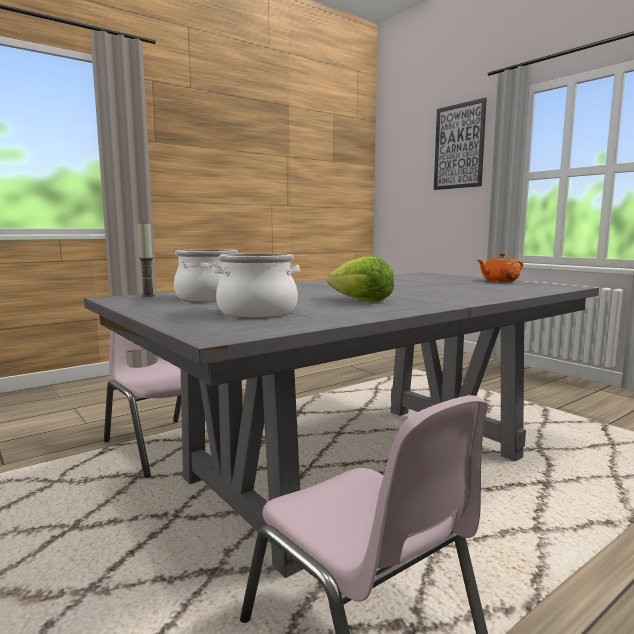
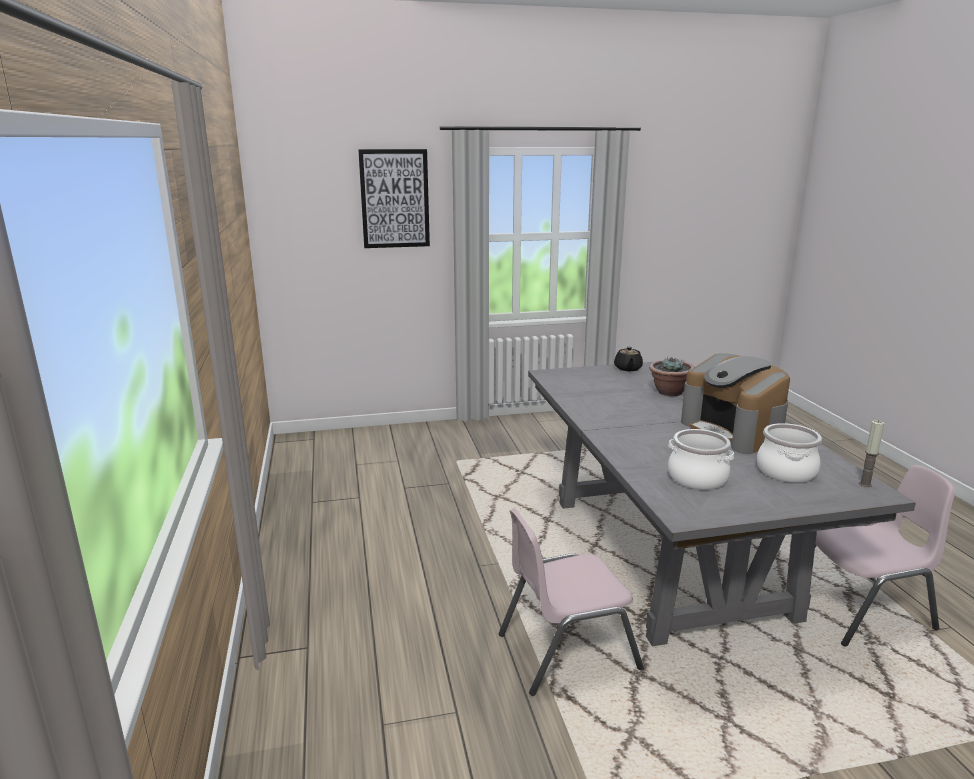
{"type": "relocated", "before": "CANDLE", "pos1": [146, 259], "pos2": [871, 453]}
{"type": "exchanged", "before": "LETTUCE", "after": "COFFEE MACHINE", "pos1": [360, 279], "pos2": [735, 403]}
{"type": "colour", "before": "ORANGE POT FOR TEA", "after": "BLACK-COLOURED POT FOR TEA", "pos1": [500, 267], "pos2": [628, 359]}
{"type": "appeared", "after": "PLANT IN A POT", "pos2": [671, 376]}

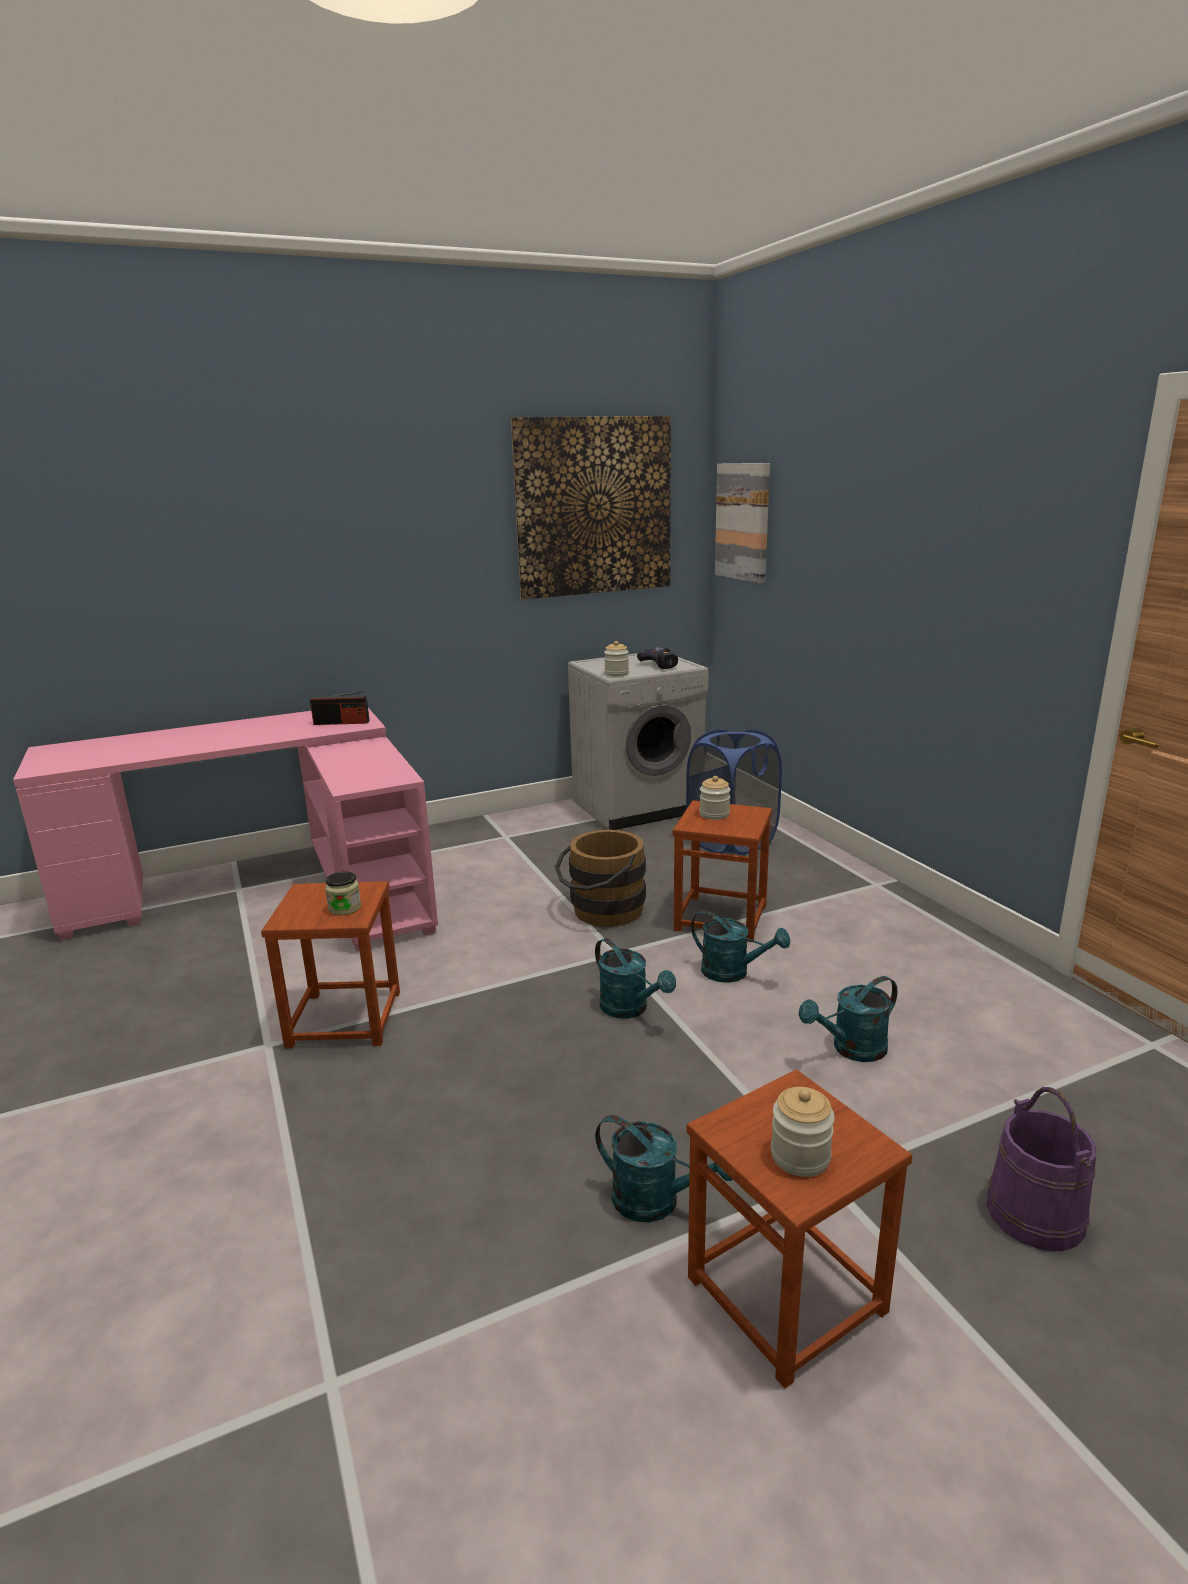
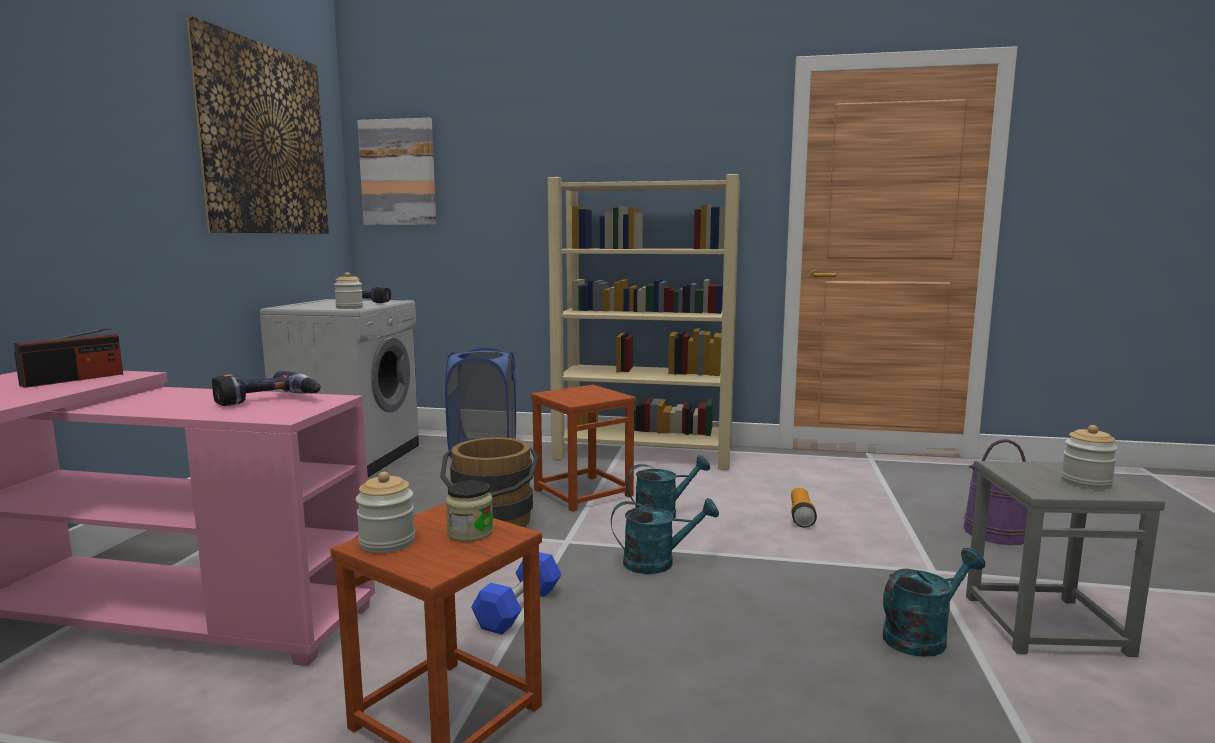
{"type": "colour", "before": "BROWN STOOL", "after": "GREYISH STOOL", "pos1": [799, 1228], "pos2": [1065, 559]}
{"type": "relocated", "before": "JAR", "pos1": [715, 798], "pos2": [385, 512]}
{"type": "exchanged", "before": "TURQUOISE WATERING POT", "after": "FLASHLIGHT", "pos1": [848, 1019], "pos2": [804, 508]}
{"type": "appeared", "after": "DRILL", "pos2": [266, 388]}
{"type": "appeared", "after": "BLUE HAND WEIGHT", "pos2": [516, 593]}
{"type": "appeared", "after": "BEIGE BOOKCASE", "pos2": [644, 322]}

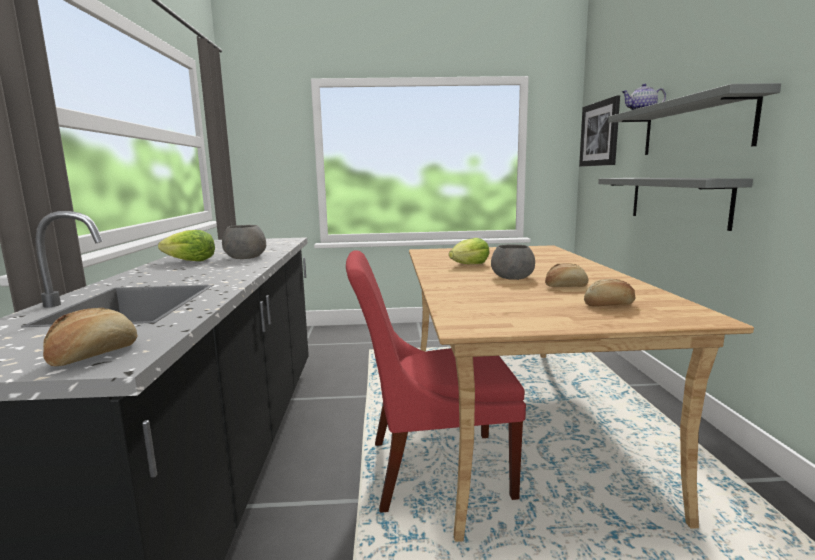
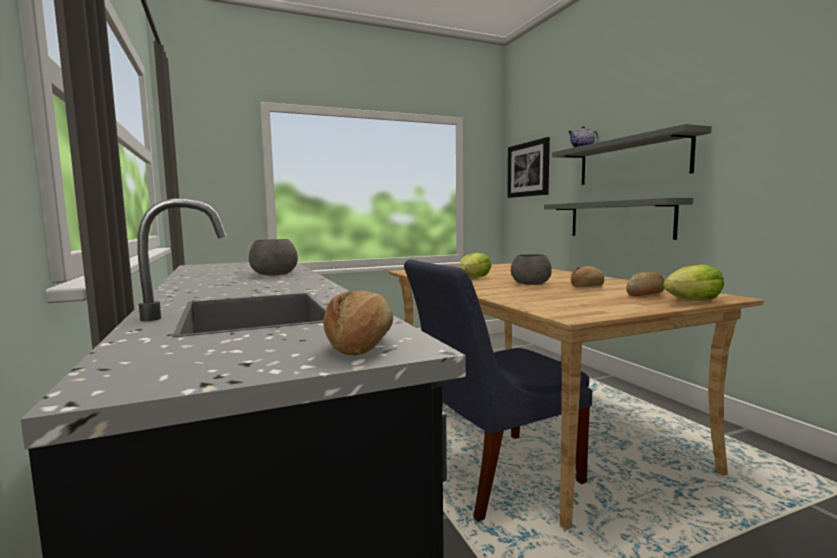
{"type": "relocated", "before": "LETTUCE", "pos1": [186, 245], "pos2": [693, 282]}
{"type": "colour", "before": "REDDISH CHAIR", "after": "BLUE CHAIR", "pos1": [436, 381], "pos2": [498, 391]}

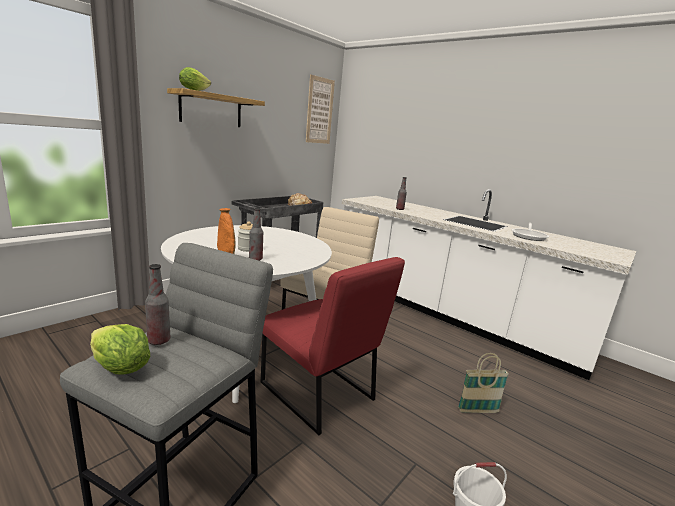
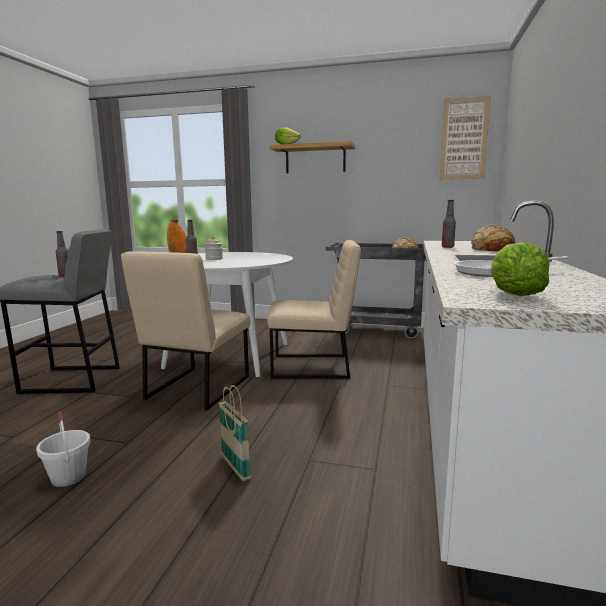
{"type": "relocated", "before": "LETTUCE", "pos1": [120, 349], "pos2": [520, 269]}
{"type": "colour", "before": "REDDISH CHAIR", "after": "BEIGE CHAIR", "pos1": [333, 346], "pos2": [185, 331]}
{"type": "appeared", "after": "BREAD", "pos2": [493, 238]}

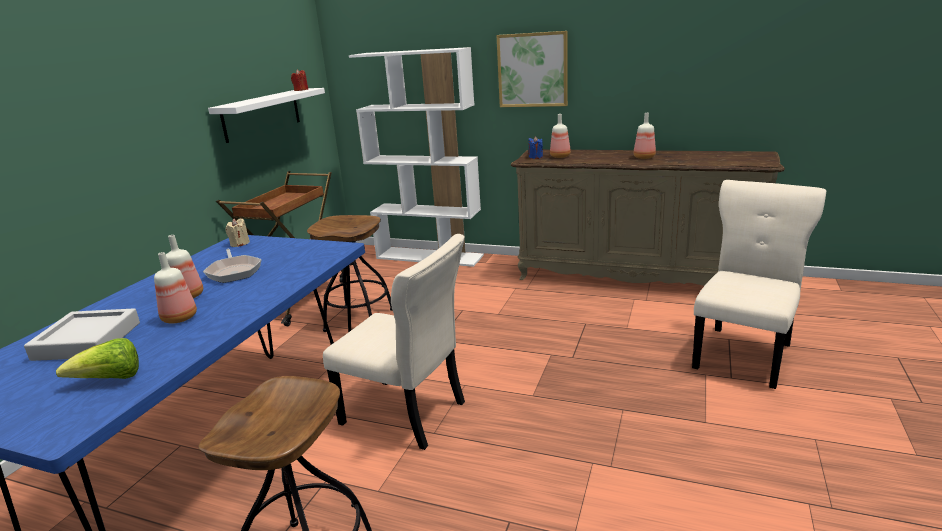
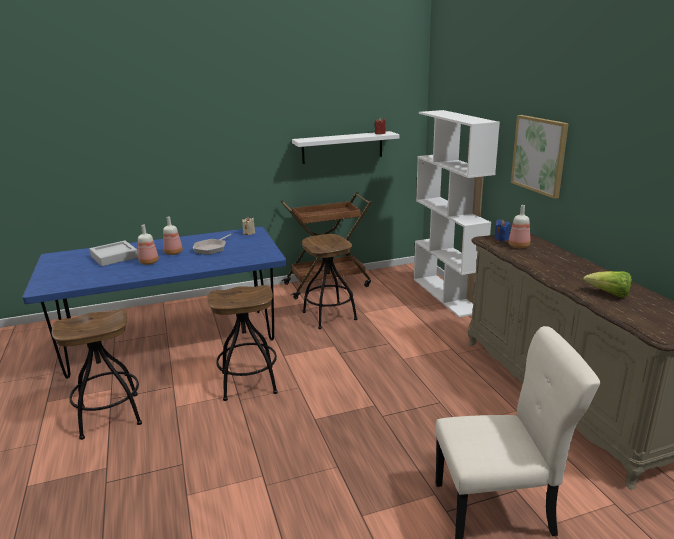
{"type": "relocated", "before": "LETTUCE", "pos1": [97, 358], "pos2": [607, 284]}
{"type": "exchanged", "before": "BEIGE CHAIR", "after": "BROWN STOOL", "pos1": [394, 342], "pos2": [243, 343]}
{"type": "missing", "before": "BOTTLE", "pos1": [644, 136]}

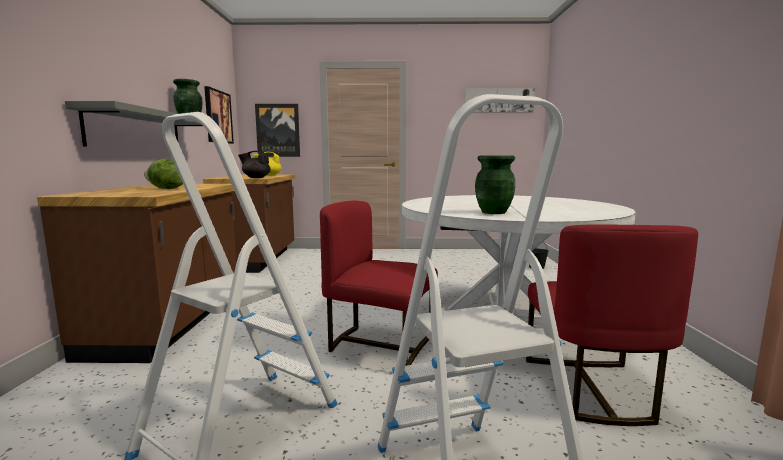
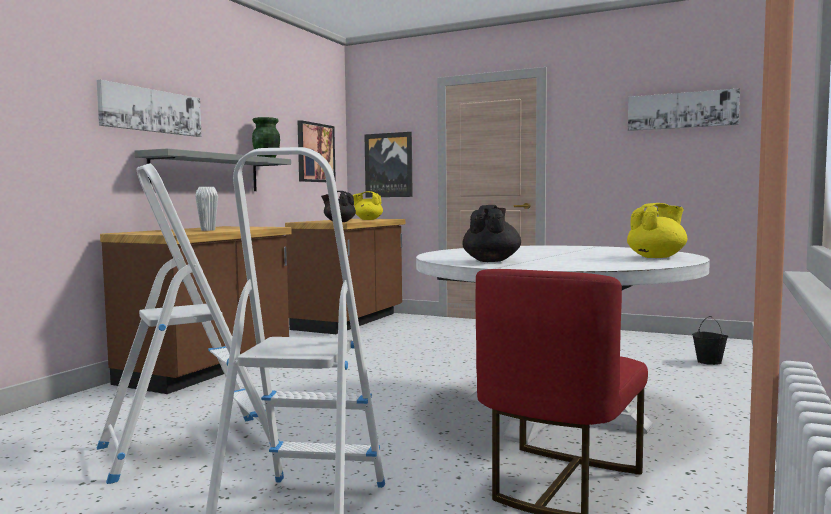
{"type": "exchanged", "before": "LETTUCE", "after": "WHITE FLOWER VASE", "pos1": [163, 174], "pos2": [206, 209]}
{"type": "missing", "before": "REDDISH CHAIR", "pos1": [379, 283]}
{"type": "exchanged", "before": "GREEN-COLOURED FLOWER VASE", "after": "BLACK-COLOURED POT FOR TEA", "pos1": [495, 185], "pos2": [492, 233]}
{"type": "appeared", "after": "PICTURE", "pos2": [149, 108]}
{"type": "appeared", "after": "YELLOWISH POT FOR TEA", "pos2": [657, 230]}

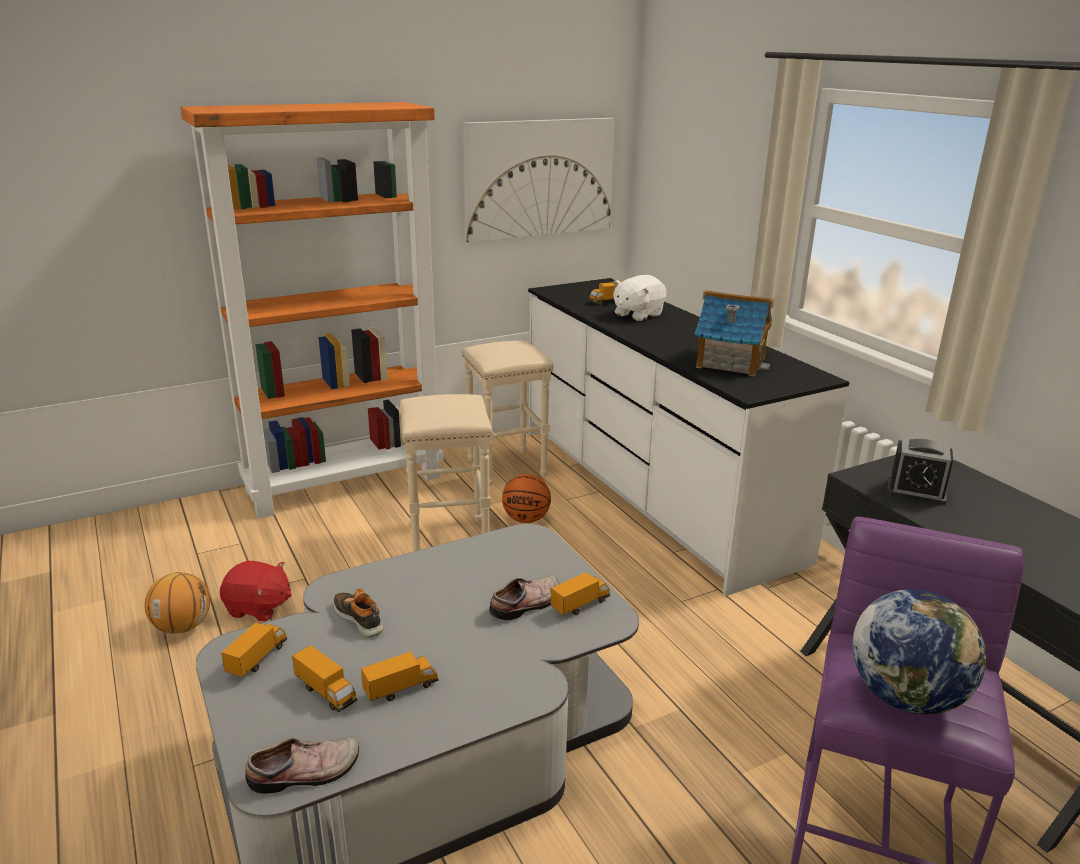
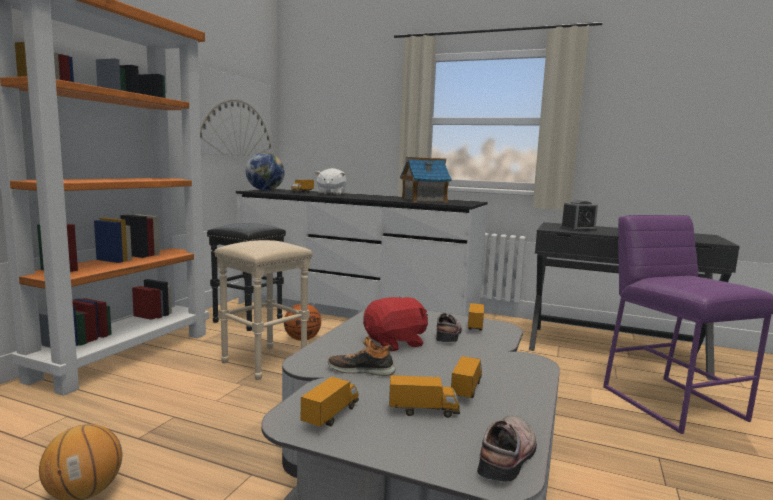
{"type": "relocated", "before": "REDDISH PLUSH TOY", "pos1": [256, 591], "pos2": [395, 324]}
{"type": "spun", "before": "TOY LORRY", "pos1": [254, 649], "pos2": [330, 402], "turn": 45}
{"type": "colour", "before": "BEIGE STOOL", "after": "BLACK-COLOURED STOOL", "pos1": [507, 413], "pos2": [246, 277]}
{"type": "relocated", "before": "DESK GLOBE", "pos1": [919, 652], "pos2": [265, 172]}

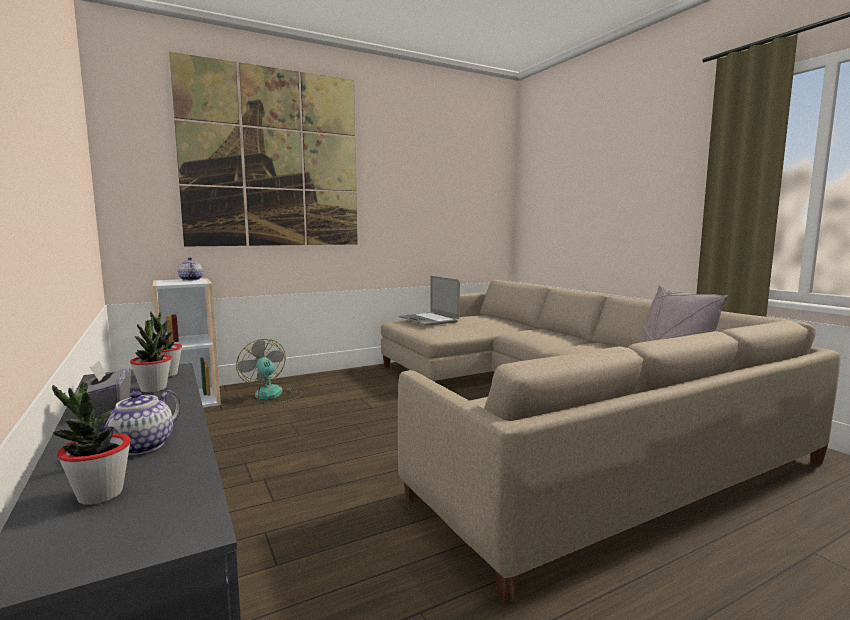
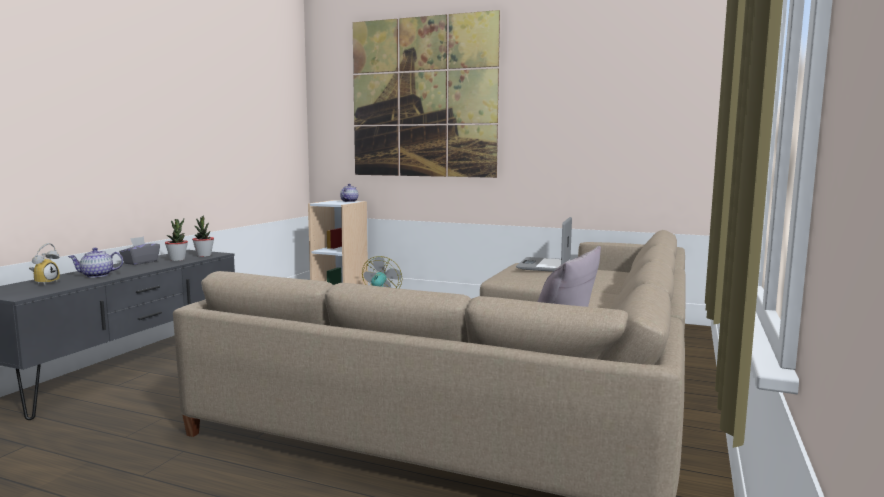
{"type": "exchanged", "before": "PLANT IN A POT", "after": "BEDSIDE CLOCK", "pos1": [91, 443], "pos2": [44, 264]}

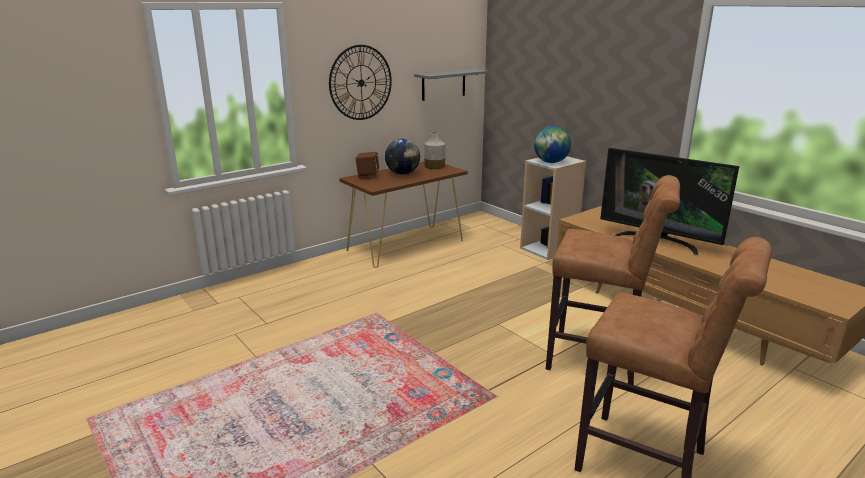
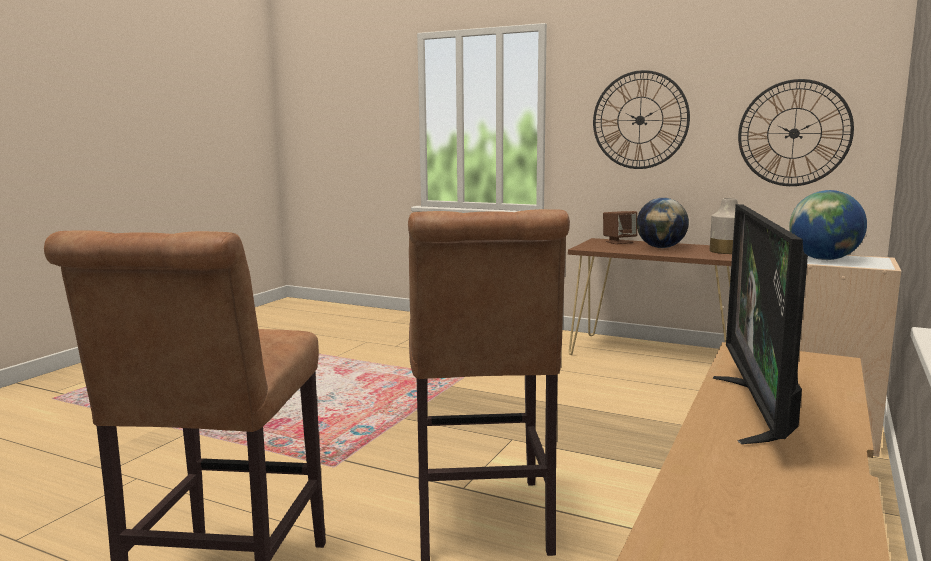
{"type": "exchanged", "before": "GREYISH SHELF", "after": "CLOCK ON THE WALL", "pos1": [451, 85], "pos2": [796, 132]}

